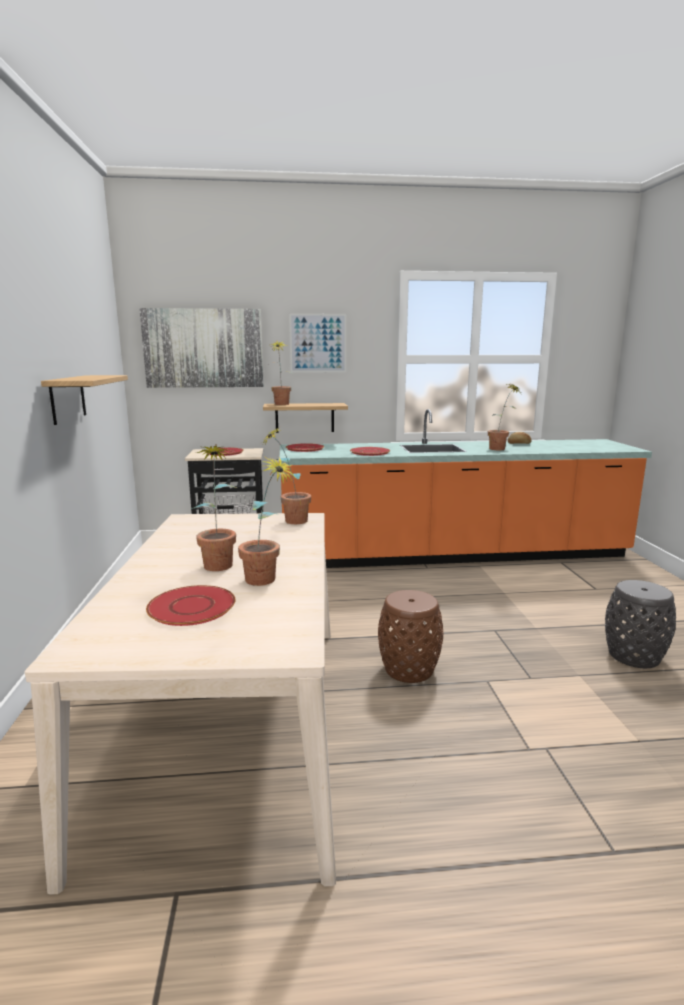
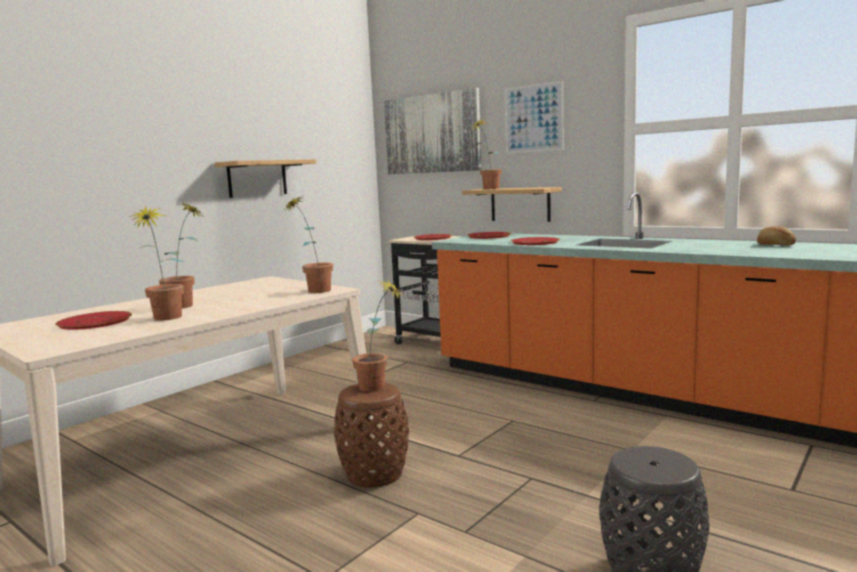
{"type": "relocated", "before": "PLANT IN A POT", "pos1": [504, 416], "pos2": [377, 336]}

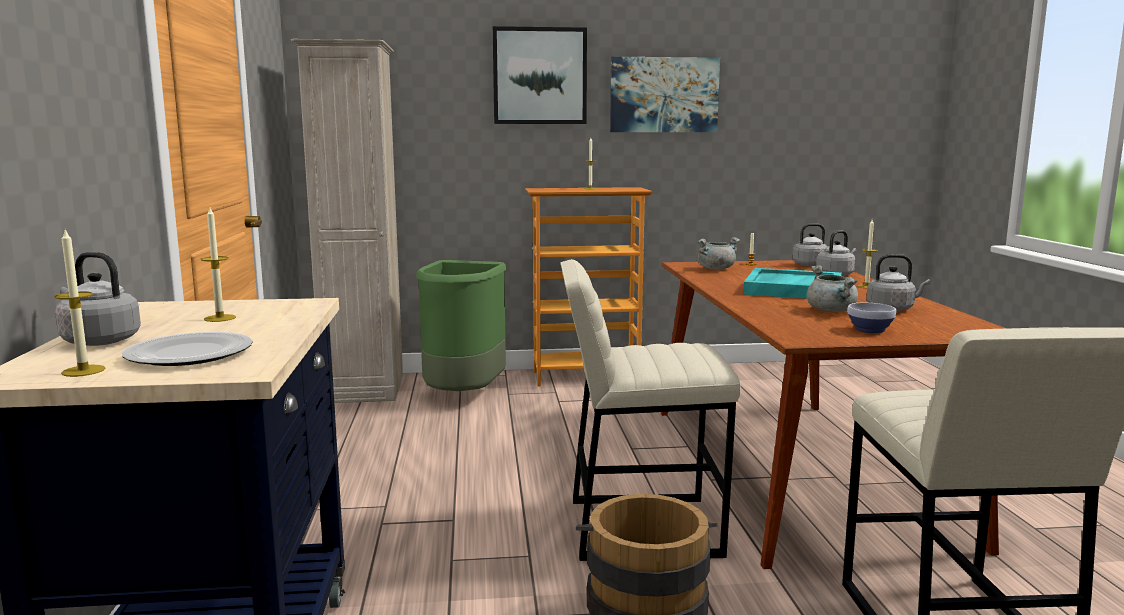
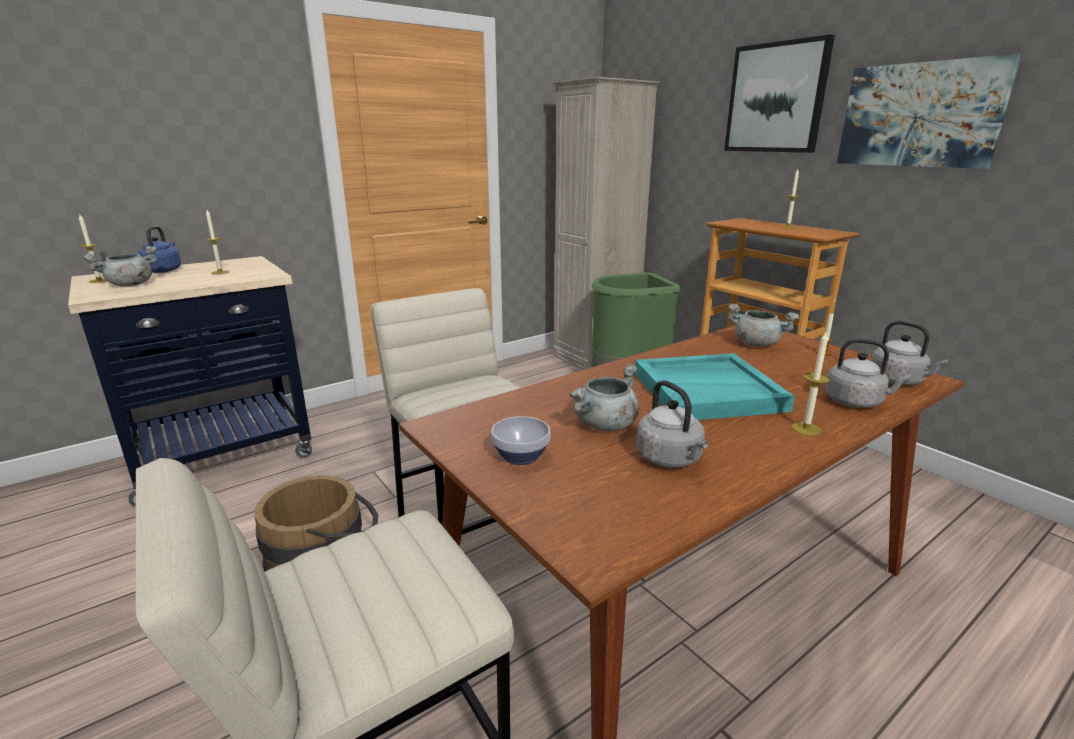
{"type": "colour", "before": "GREYISH WATER KETTLE", "after": "BLUE WATER KETTLE", "pos1": [98, 299], "pos2": [159, 249]}
{"type": "exchanged", "before": "DINNER PLATE", "after": "GREYISH SAUCEPOT", "pos1": [187, 349], "pos2": [120, 266]}

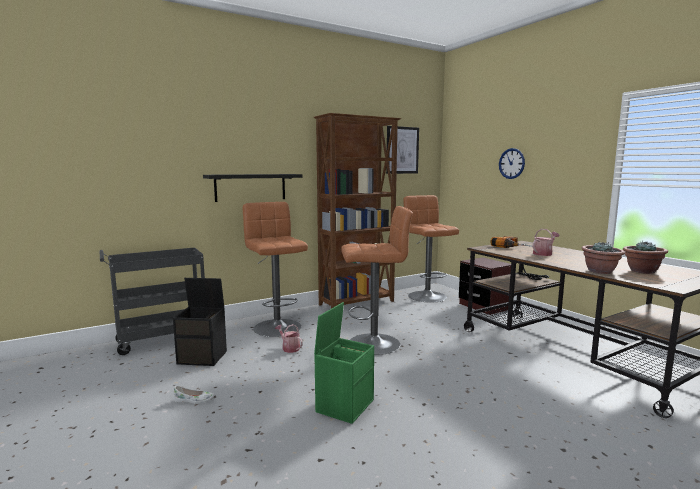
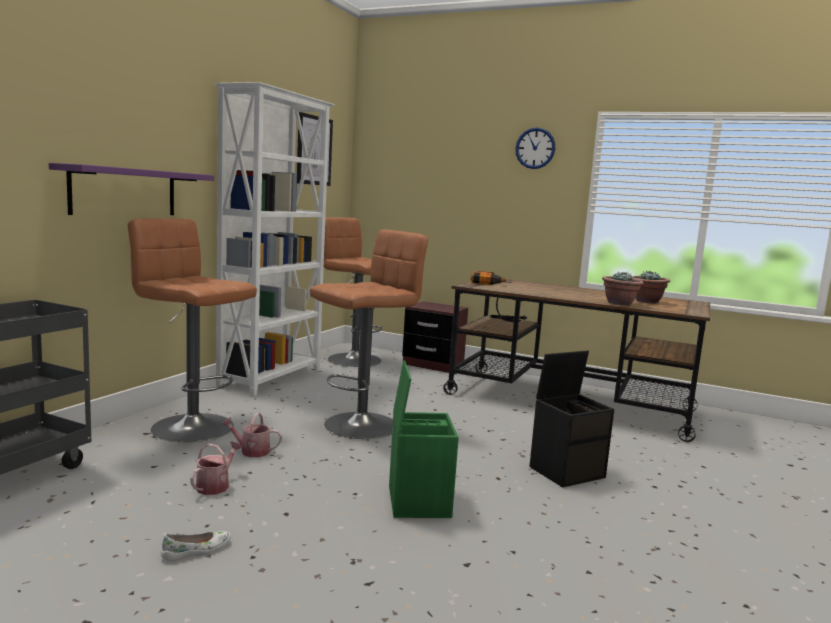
{"type": "relocated", "before": "BLACK-COLOURED STORAGE BOX", "pos1": [200, 322], "pos2": [571, 418]}
{"type": "colour", "before": "BLACK-COLOURED SHELF", "after": "PURPLISH SHELF", "pos1": [252, 188], "pos2": [131, 189]}
{"type": "colour", "before": "BROWN BOOKCASE", "after": "WHITE BOOKCASE", "pos1": [357, 211], "pos2": [275, 239]}
{"type": "relocated", "before": "CLOCK ON THE WALL", "pos1": [512, 163], "pos2": [535, 148]}
{"type": "relocated", "before": "WATERING POT", "pos1": [546, 242], "pos2": [216, 468]}

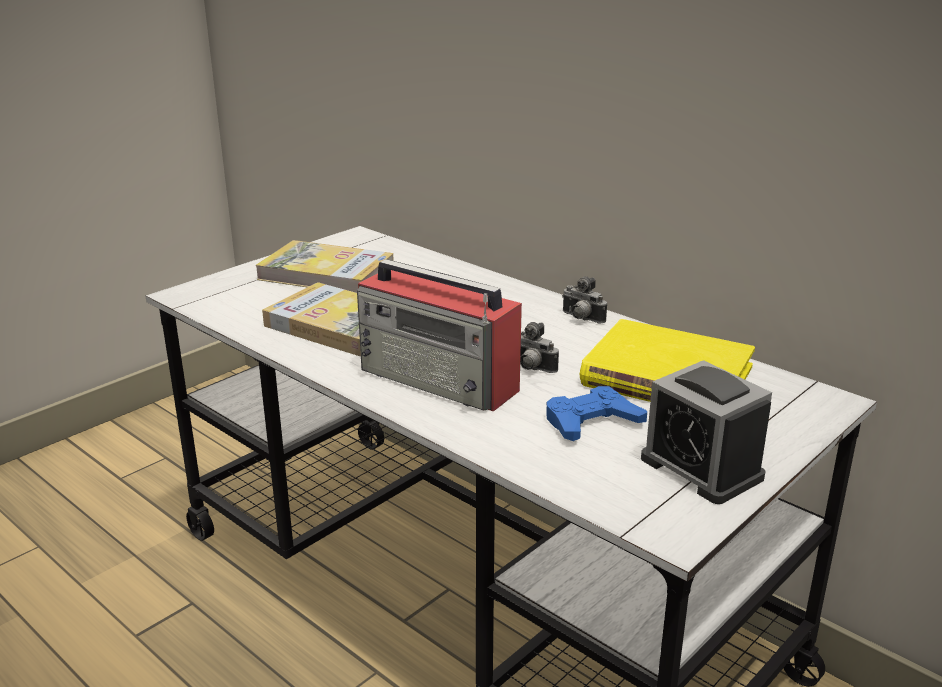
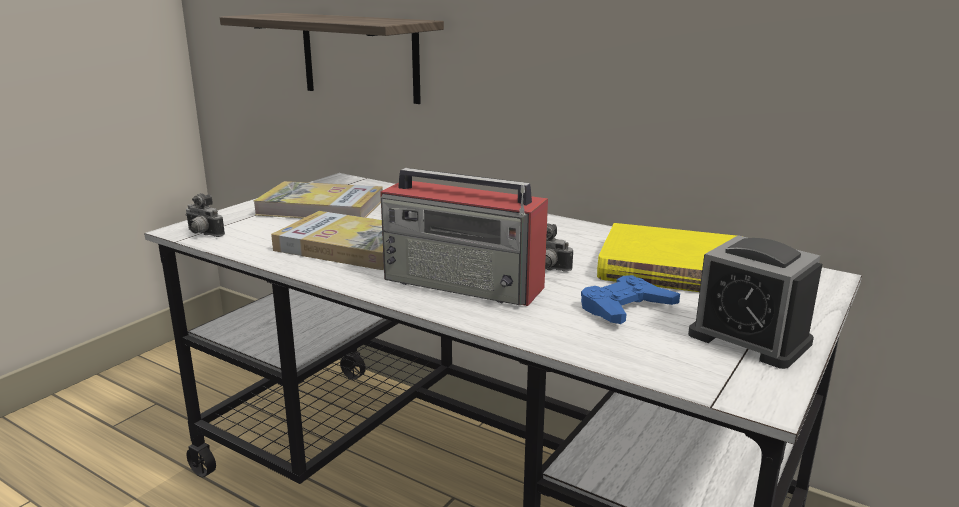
{"type": "relocated", "before": "STILL CAMERA", "pos1": [584, 299], "pos2": [205, 215]}
{"type": "appeared", "after": "SHELF", "pos2": [332, 58]}

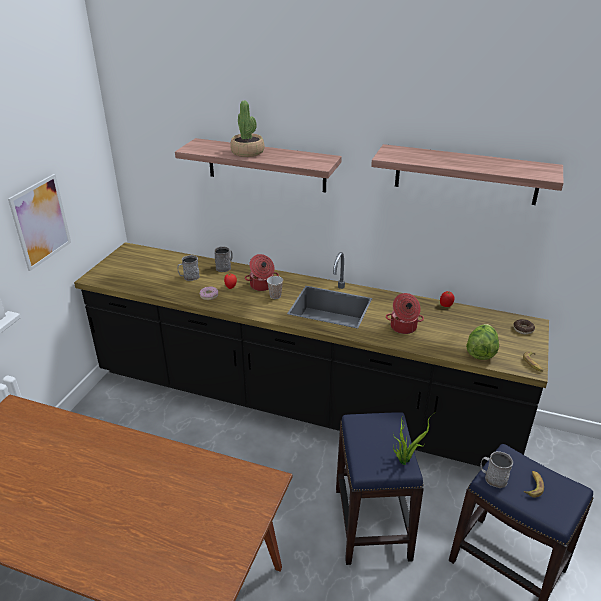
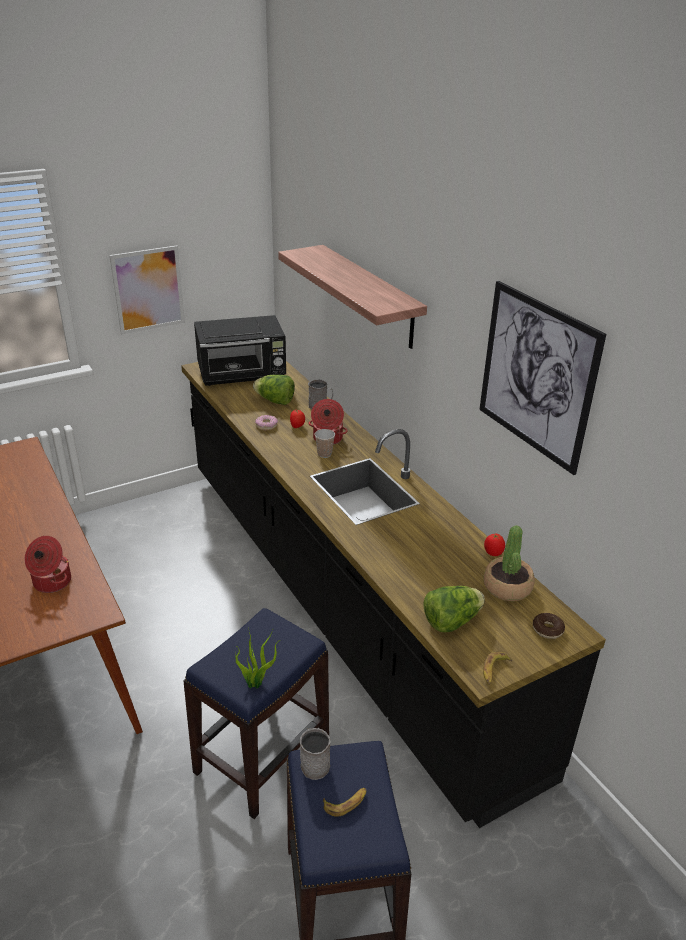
{"type": "exchanged", "before": "GREYISH MUG", "after": "LETTUCE", "pos1": [189, 268], "pos2": [274, 390]}
{"type": "relocated", "before": "PLANT IN A POT", "pos1": [247, 129], "pos2": [509, 563]}
{"type": "exchanged", "before": "SHELF", "after": "PICTURE", "pos1": [467, 174], "pos2": [542, 378]}
{"type": "relocated", "before": "SAUCEPOT", "pos1": [405, 313], "pos2": [48, 564]}
{"type": "appeared", "after": "BLACK-COLOURED MICROWAVE", "pos2": [240, 350]}

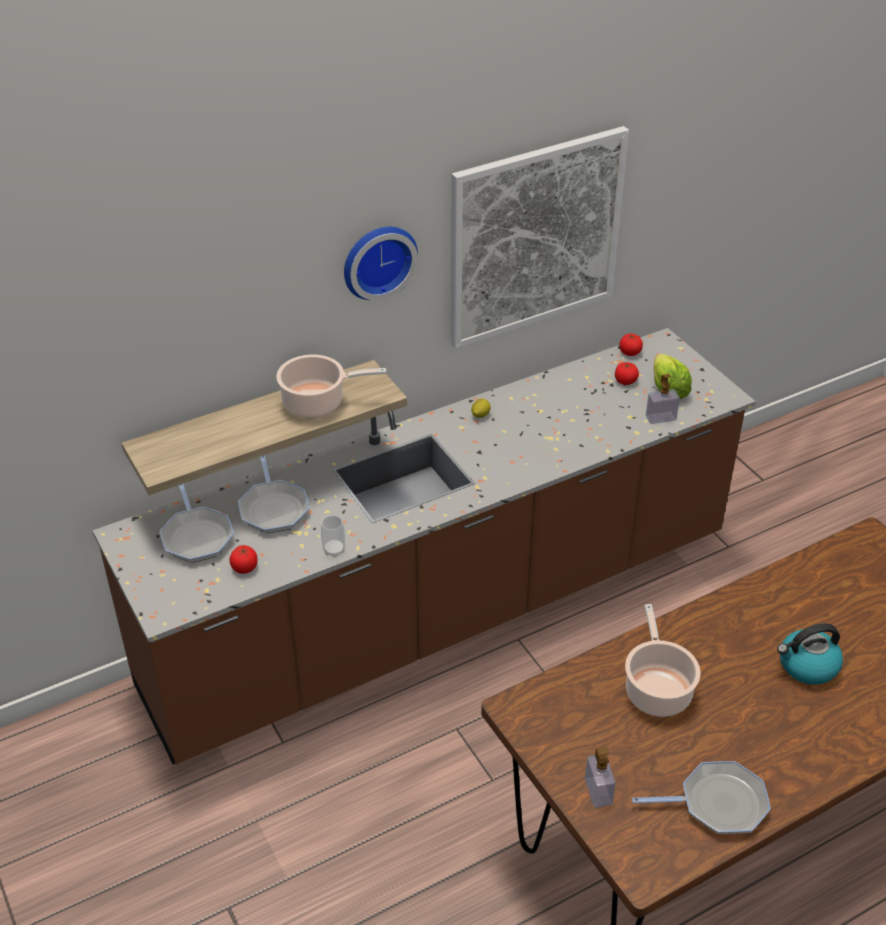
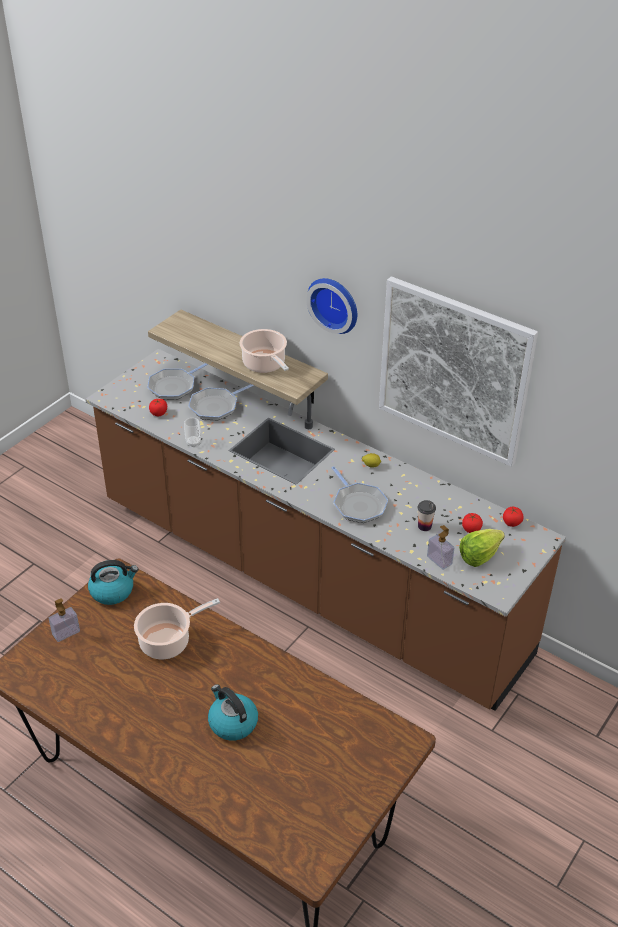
{"type": "relocated", "before": "SKILLET", "pos1": [701, 797], "pos2": [360, 494]}
{"type": "appeared", "after": "WATER KETTLE", "pos2": [113, 582]}
{"type": "appeared", "after": "SMALL CUP", "pos2": [427, 515]}

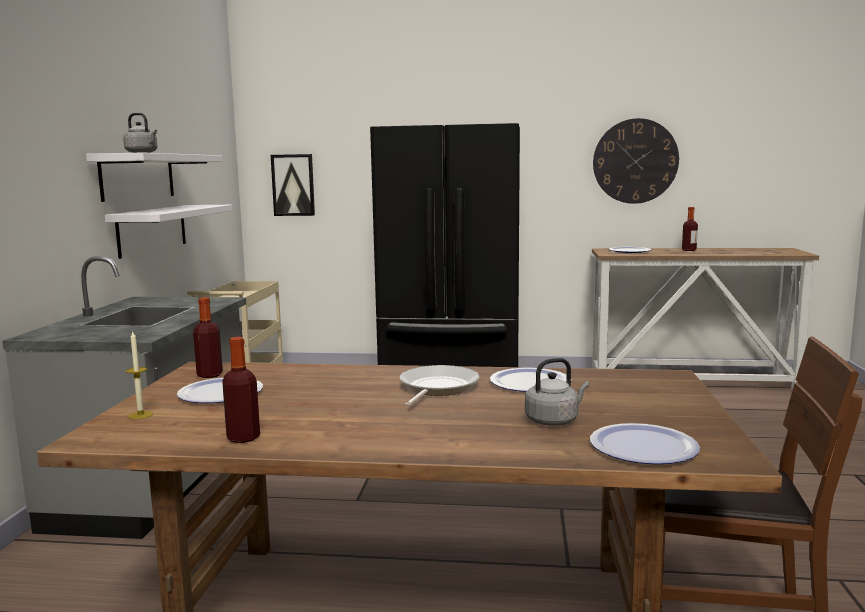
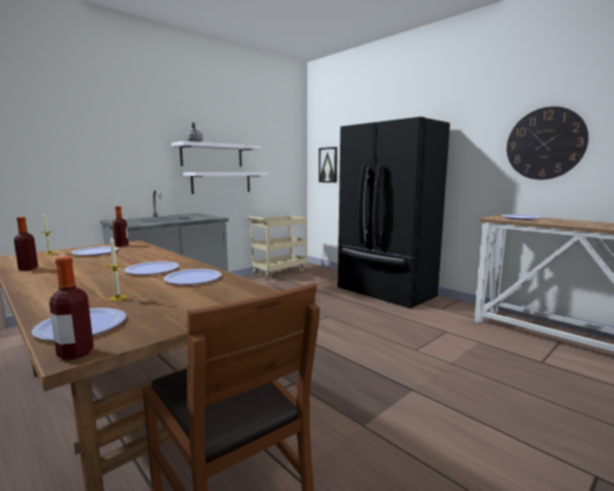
{"type": "exchanged", "before": "SKILLET", "after": "DINNER PLATE", "pos1": [439, 386], "pos2": [151, 268]}
{"type": "exchanged", "before": "GREYISH WATER KETTLE", "after": "CANDLE", "pos1": [557, 392], "pos2": [116, 269]}
{"type": "relocated", "before": "BOTTLE", "pos1": [690, 229], "pos2": [71, 308]}

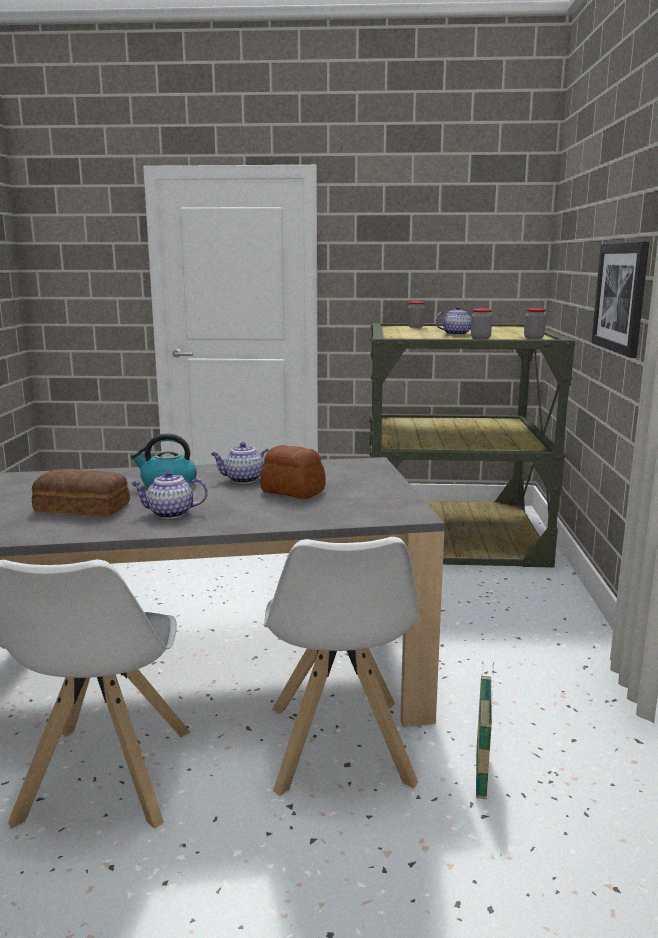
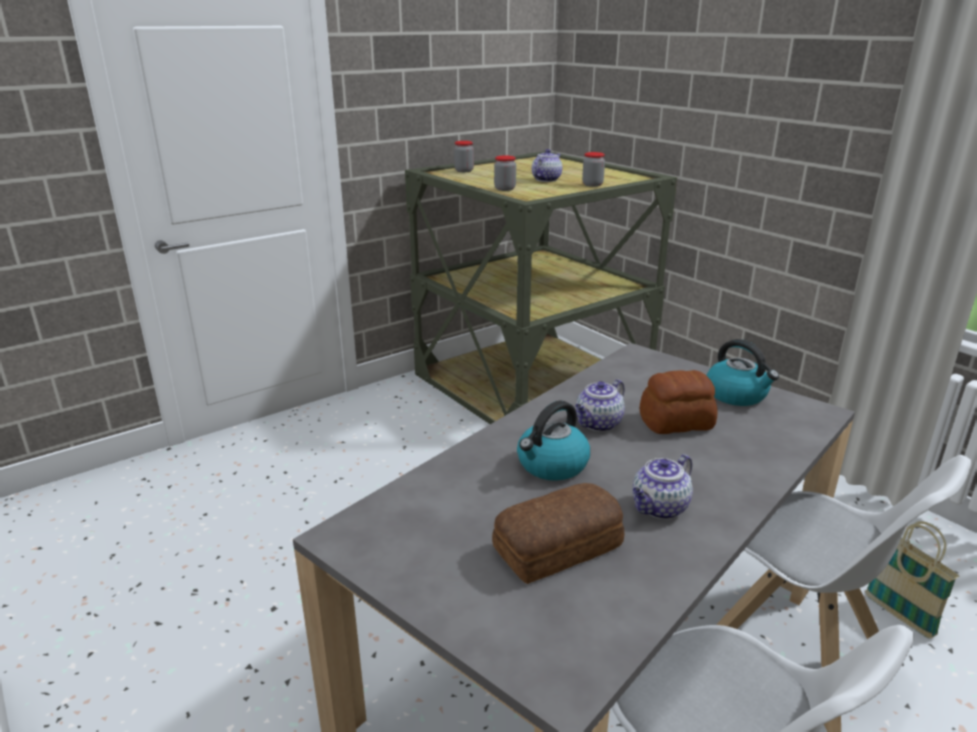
{"type": "relocated", "before": "JAR", "pos1": [535, 323], "pos2": [505, 173]}
{"type": "missing", "before": "PICTURE", "pos1": [620, 299]}
{"type": "appeared", "after": "WATER KETTLE", "pos2": [742, 372]}

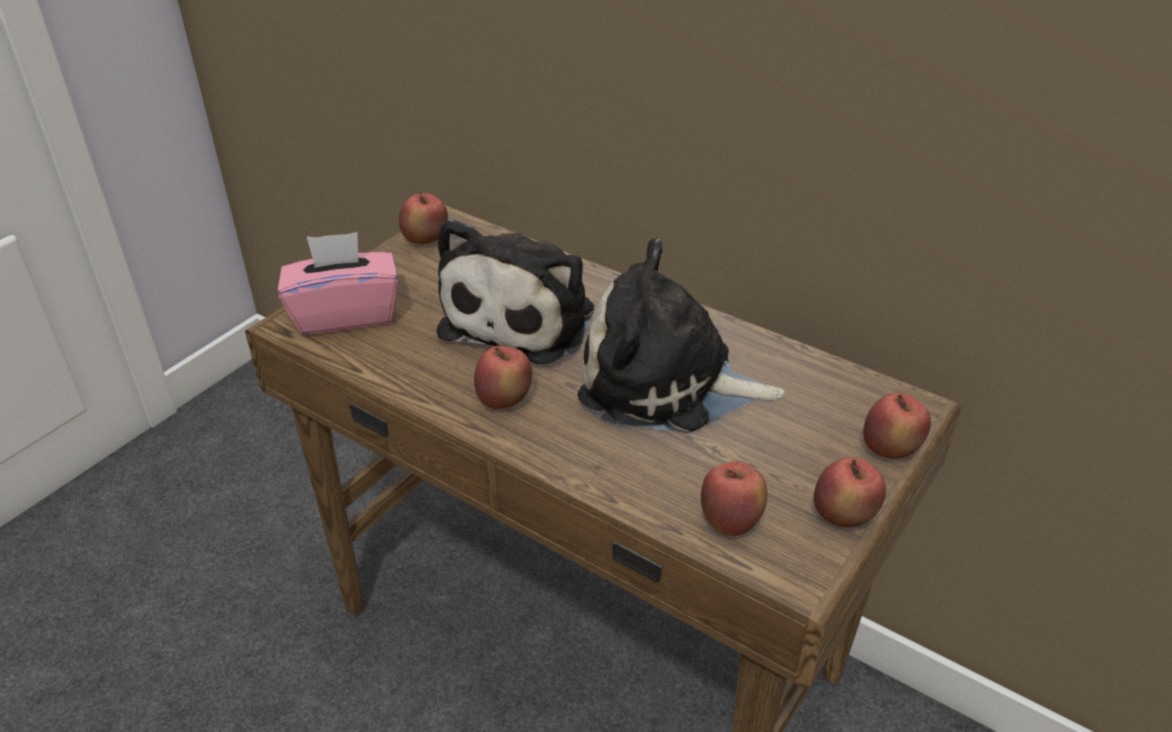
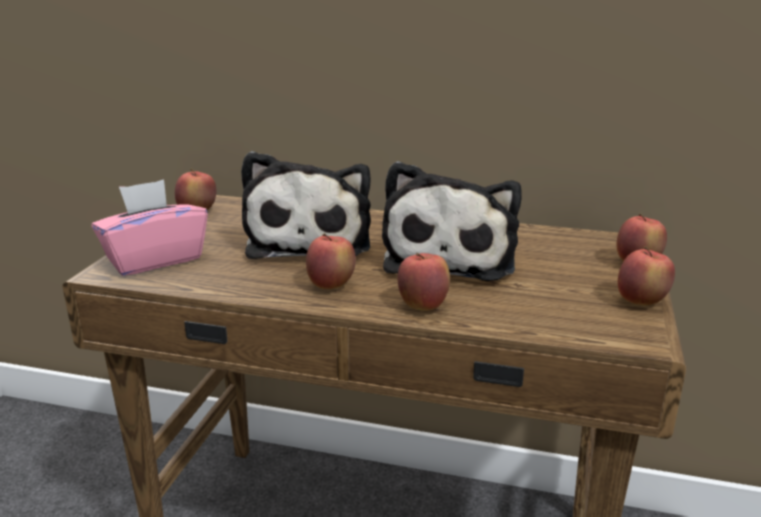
{"type": "spun", "before": "PLUSH TOY", "pos1": [681, 336], "pos2": [452, 221], "turn": -75}
{"type": "relocated", "before": "WHOLE APPLE", "pos1": [734, 498], "pos2": [423, 282]}

